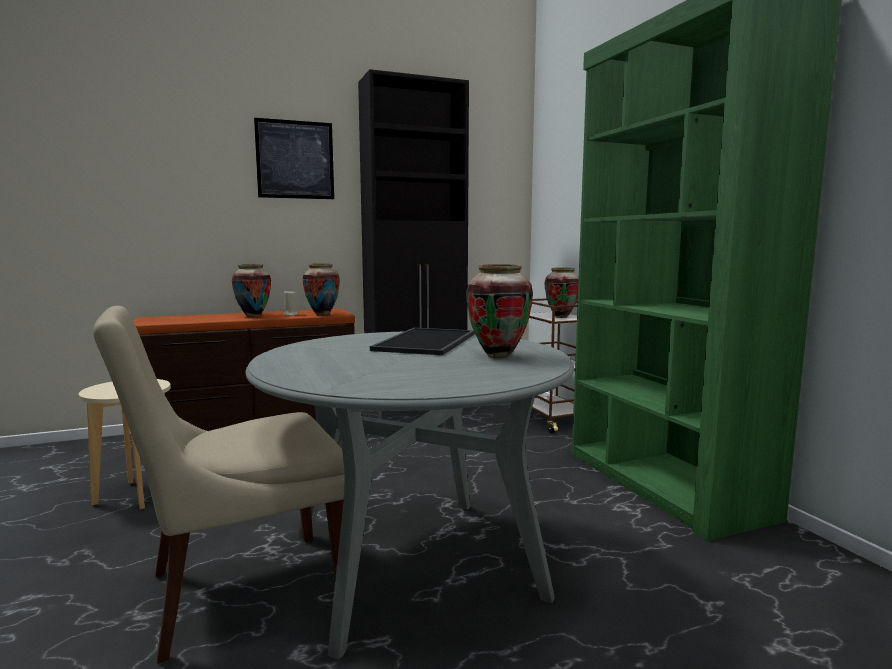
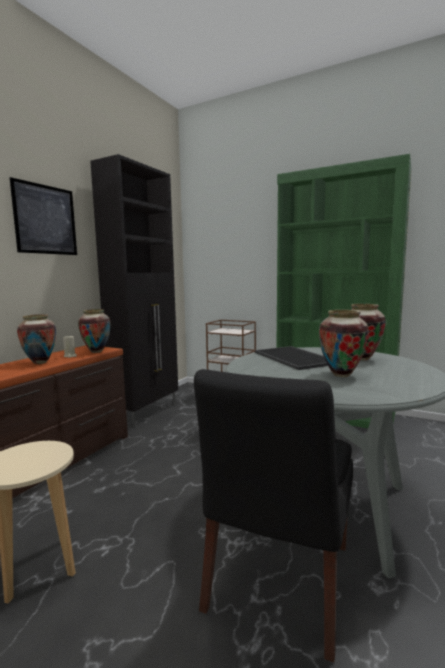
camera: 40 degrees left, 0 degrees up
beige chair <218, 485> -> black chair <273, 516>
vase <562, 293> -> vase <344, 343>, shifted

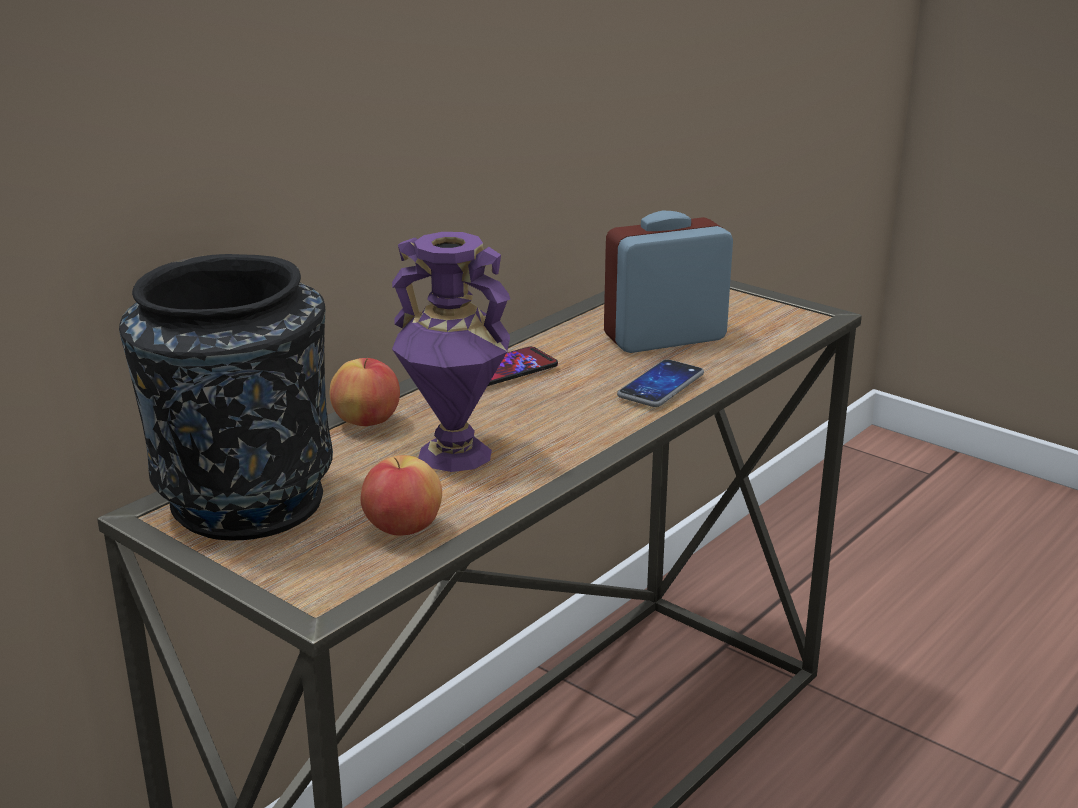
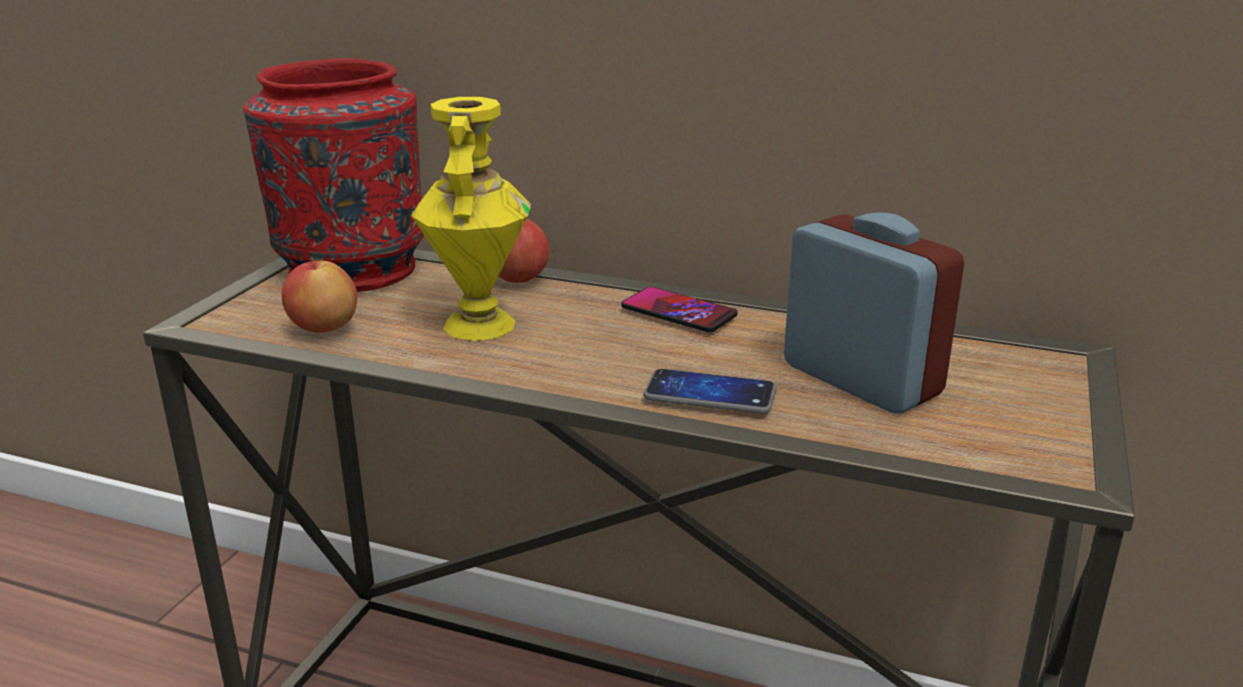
camera: 70 degrees right, 0 degrees up
black vase <226, 397> -> red vase <333, 175>
purple vase <451, 352> -> yellow vase <471, 219>

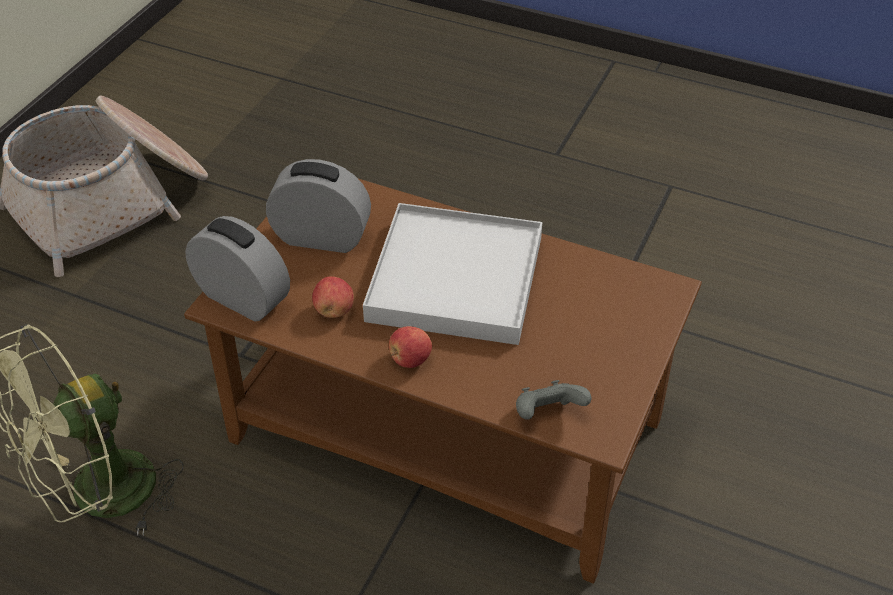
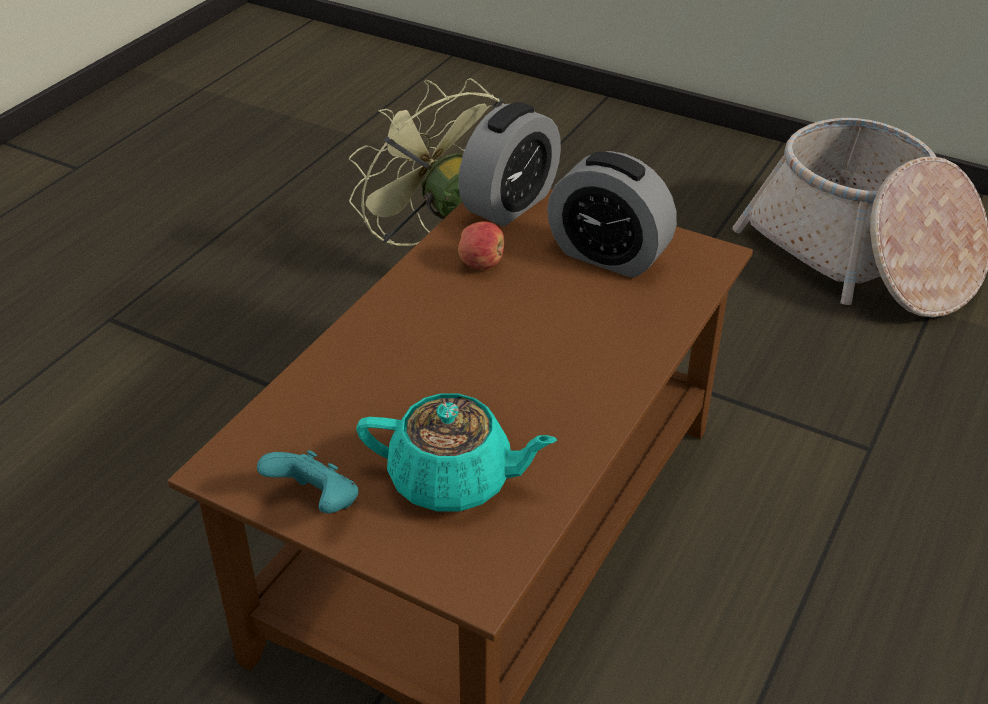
camera: 95 degrees right, 5 degrees down
alarm clock <318, 206> -> alarm clock <612, 214>, 105 degrees clockwise
white tray <452, 274> -> none
apple <410, 347> -> none
grey game controller <553, 400> -> none
none -> turquoise game controller <307, 481>
none -> turquoise teapot <457, 452>

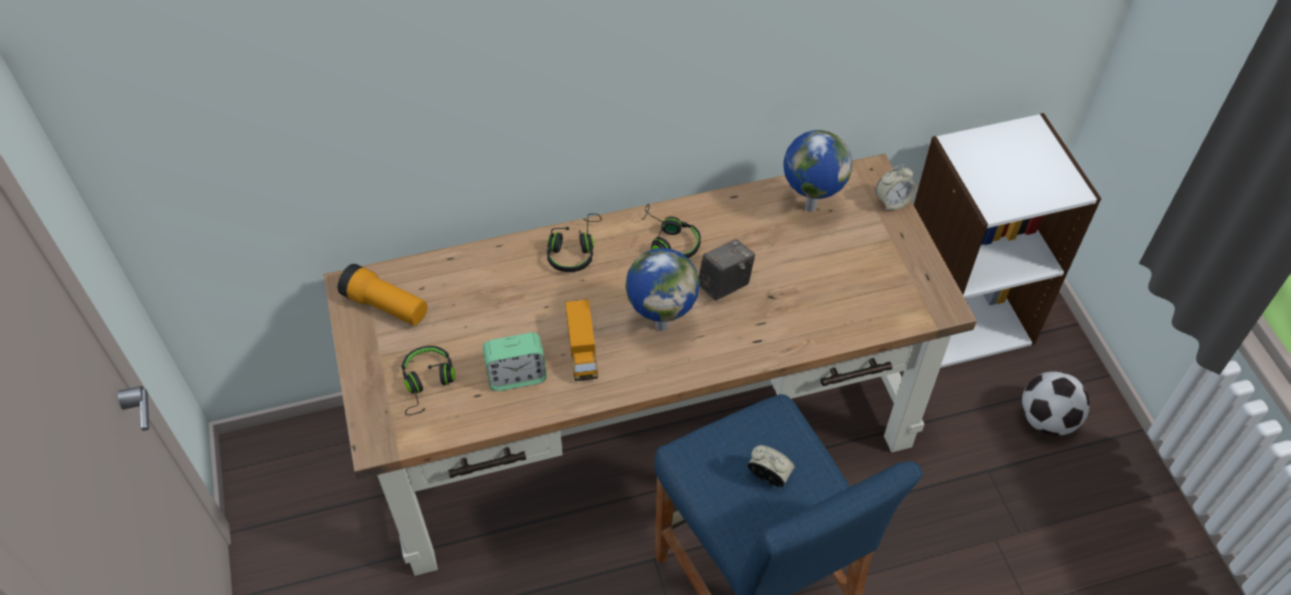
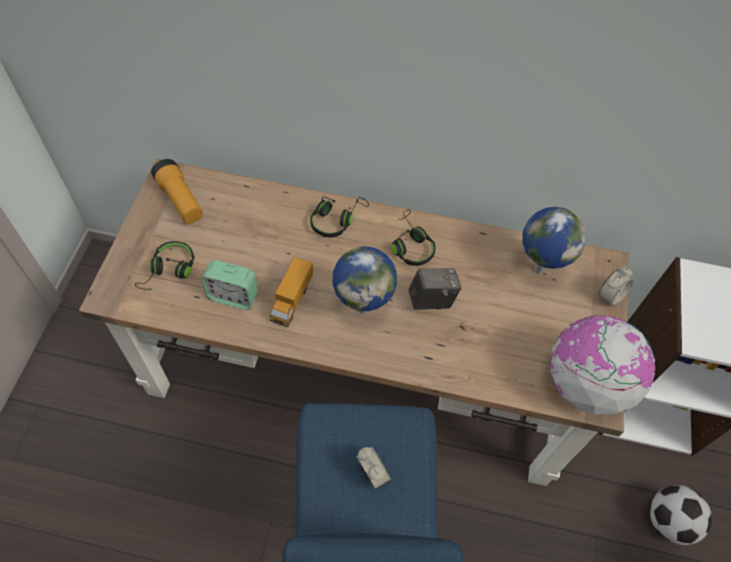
camera: 25 degrees right, 5 degrees up
alarm clock <896, 188> -> alarm clock <616, 287>, 45 degrees counterclockwise
none -> globe <602, 365>

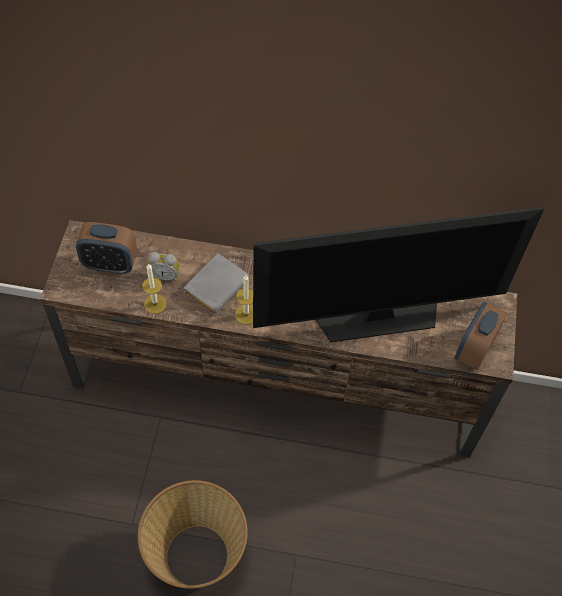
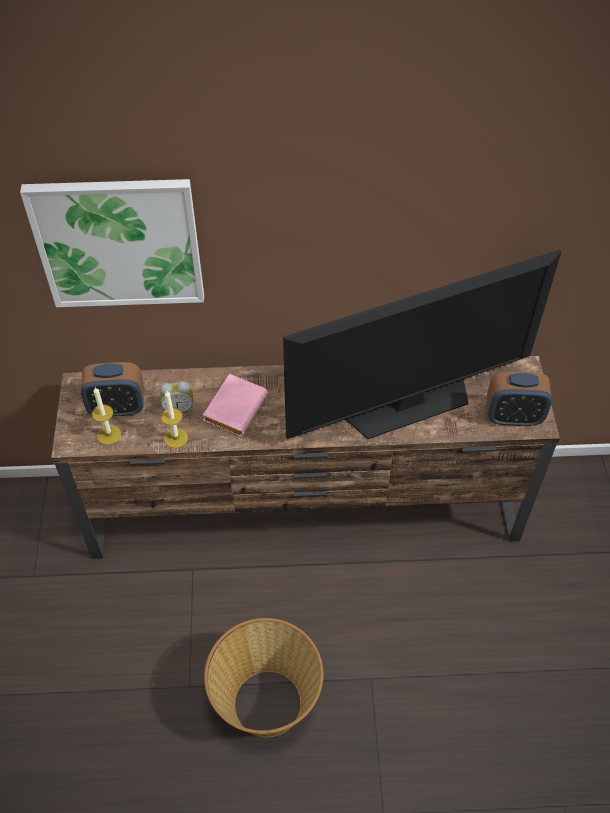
camera: 10 degrees left, 5 degrees down
grey book <216, 284> -> pink book <235, 405>
candle <244, 299> -> candle <106, 416>, shifted
alarm clock <481, 336> -> alarm clock <519, 399>, 105 degrees counterclockwise
none -> picture <112, 243>

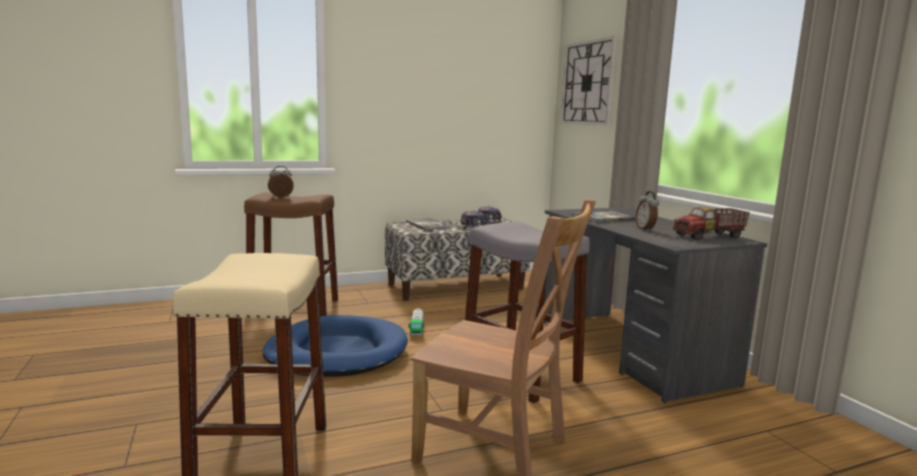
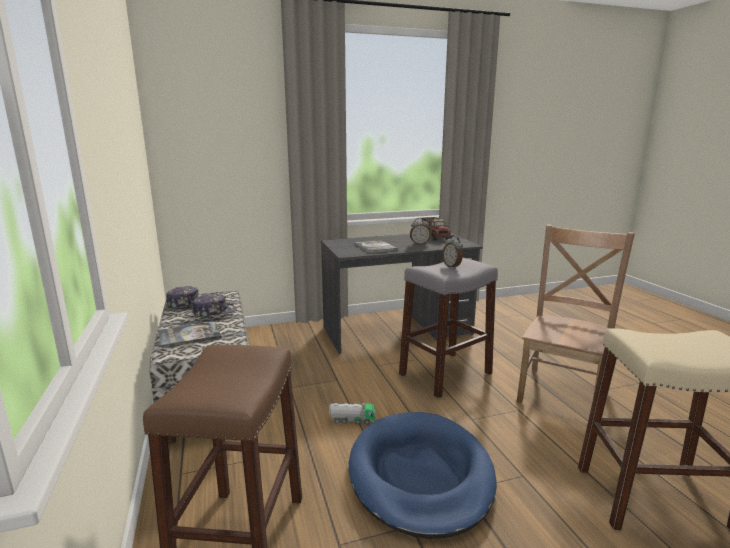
camera: 85 degrees left, 5 degrees up
alarm clock <281, 182> -> alarm clock <452, 252>, shifted
wall clock <589, 80> -> none

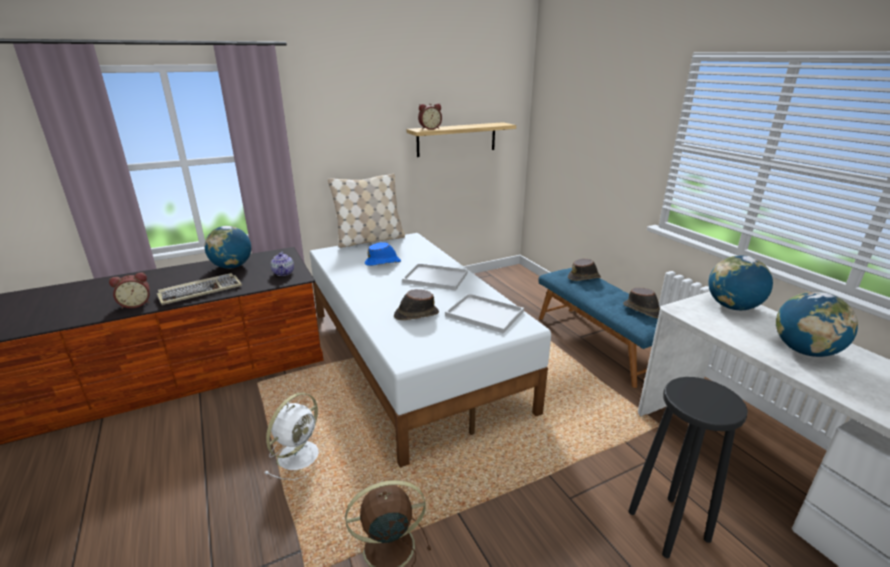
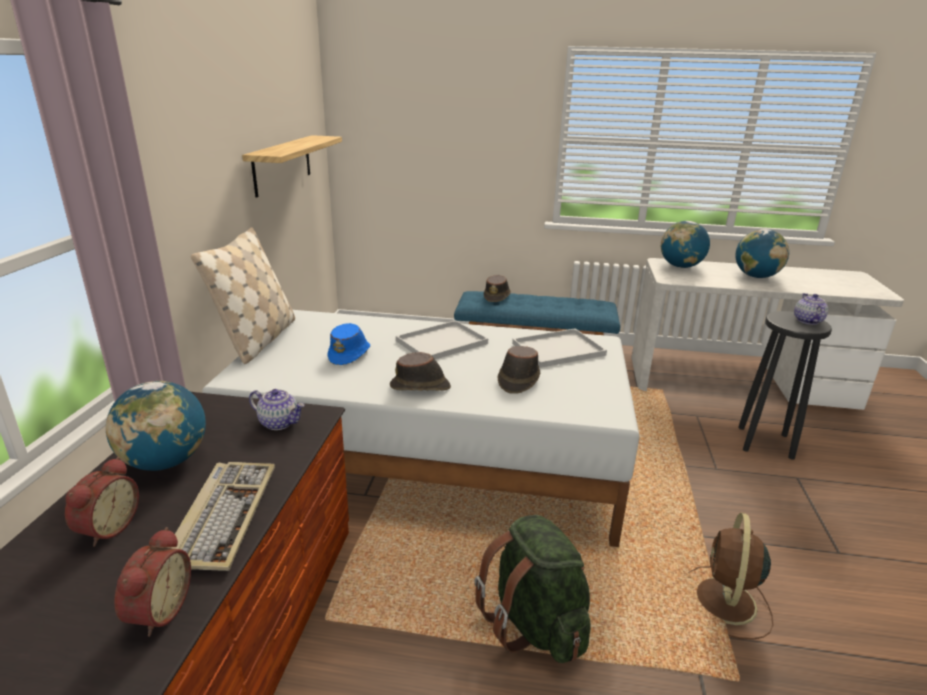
camera: 55 degrees left, 0 degrees up
white fan <291, 436> -> green backpack <532, 589>
alarm clock <430, 116> -> alarm clock <102, 501>, shifted
brown hat <641, 303> -> brown hat <420, 371>, shifted
none -> teapot <811, 309>

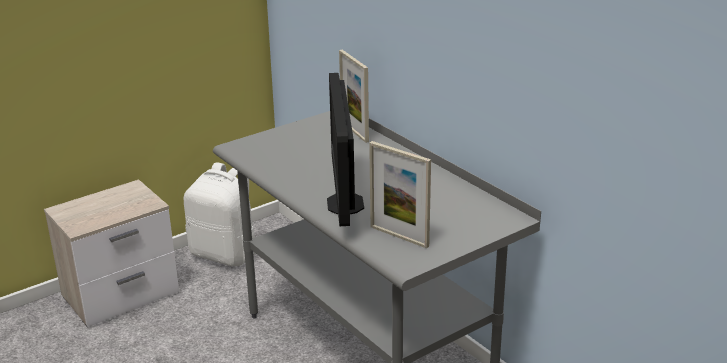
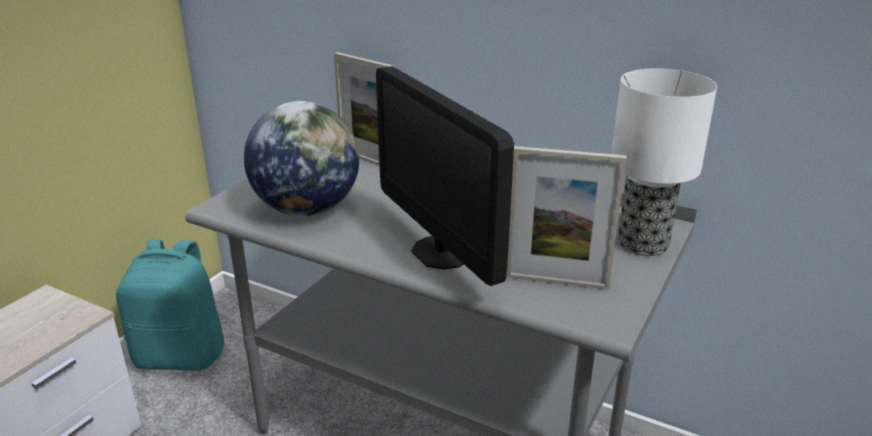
camera: 25 degrees left, 0 degrees up
white backpack <221, 214> -> turquoise backpack <170, 304>
none -> globe <301, 158>
none -> table lamp <664, 162>

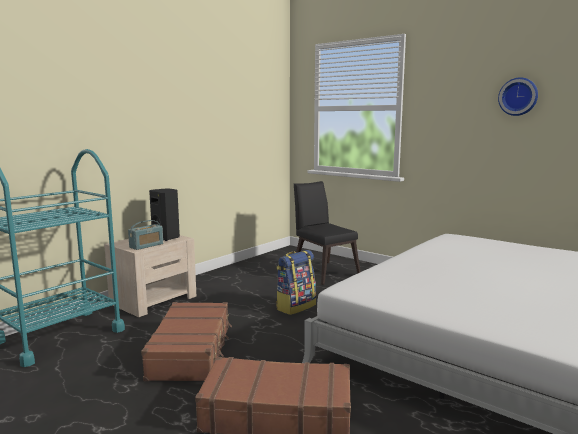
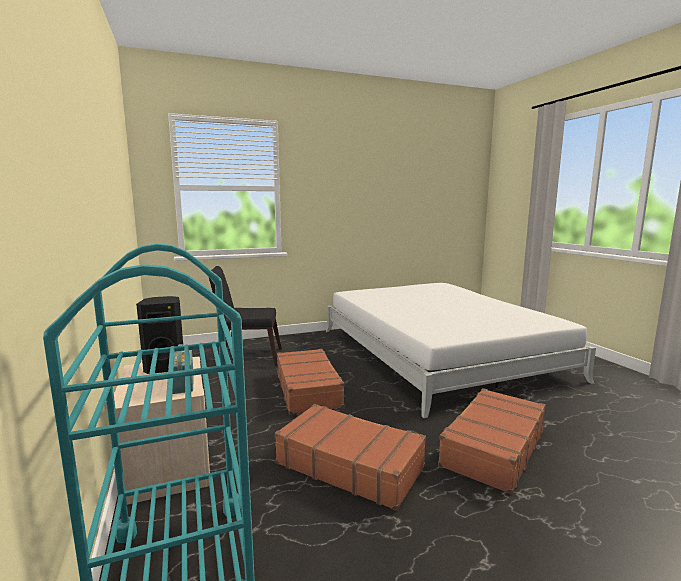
camera: 60 degrees left, 0 degrees up
backpack <296, 282> -> brown suitcase <311, 381>
wall clock <518, 96> -> none

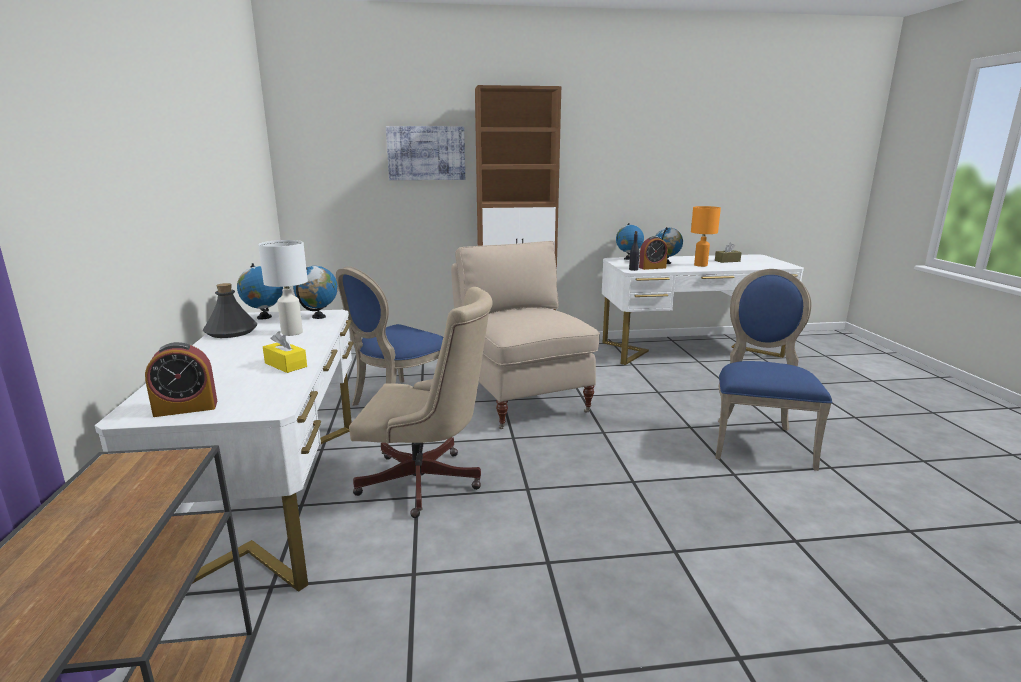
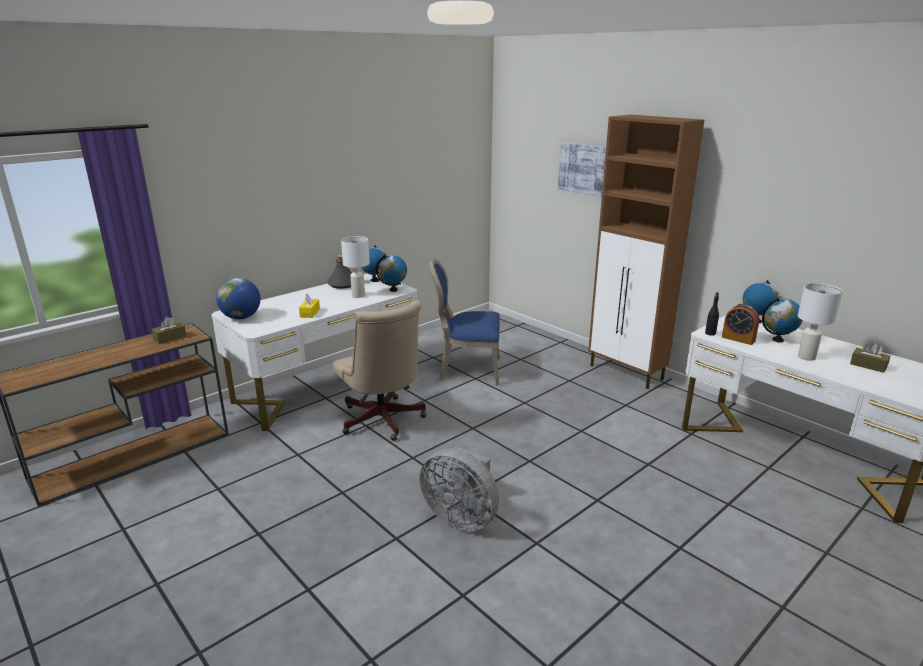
camera: 55 degrees right, 5 degrees up
alarm clock <181, 379> -> globe <238, 298>
beige chair <525, 335> -> none
orange table lamp <706, 236> -> white table lamp <820, 322>
blue chair <773, 370> -> none
none -> brown tissue box <168, 330>
none -> grey fan <459, 489>

